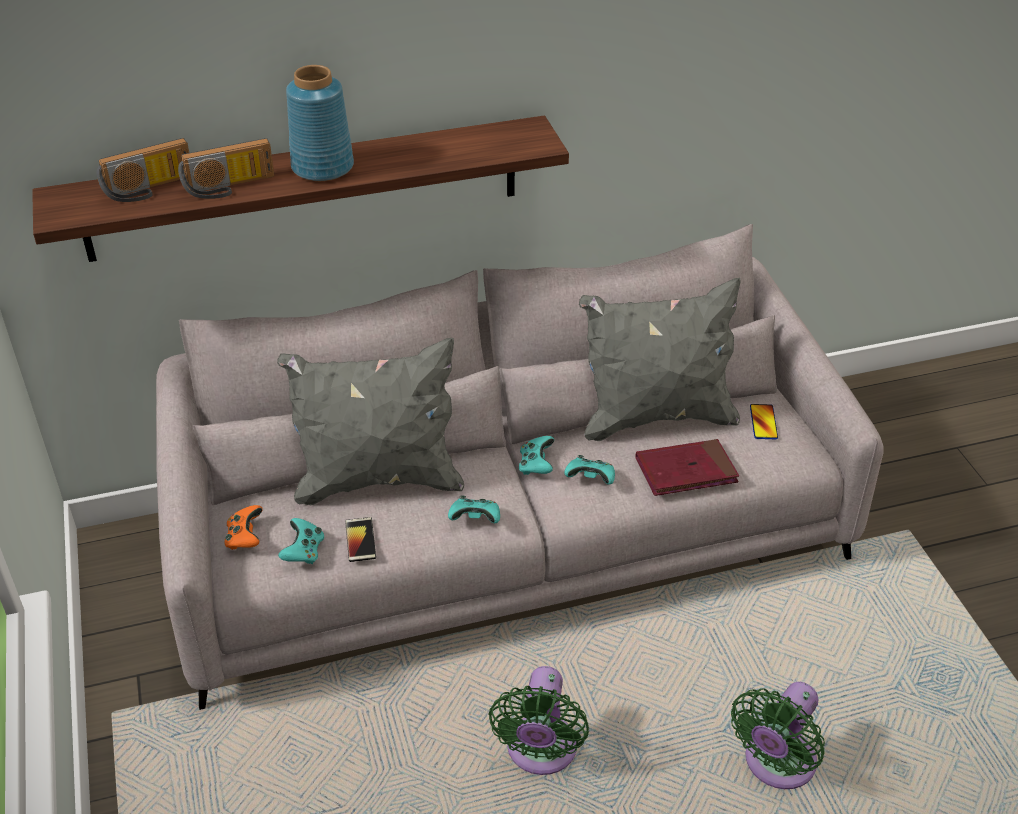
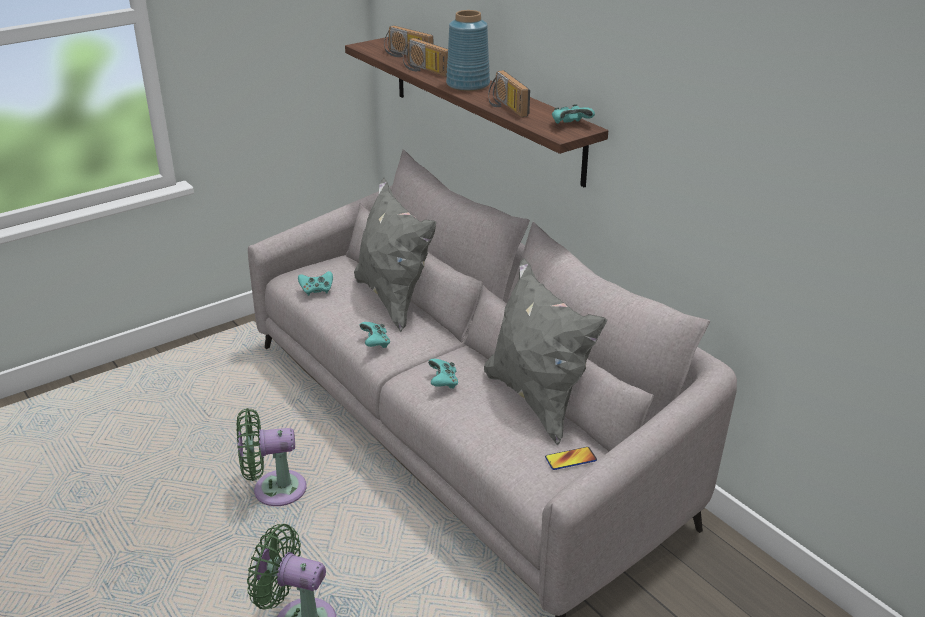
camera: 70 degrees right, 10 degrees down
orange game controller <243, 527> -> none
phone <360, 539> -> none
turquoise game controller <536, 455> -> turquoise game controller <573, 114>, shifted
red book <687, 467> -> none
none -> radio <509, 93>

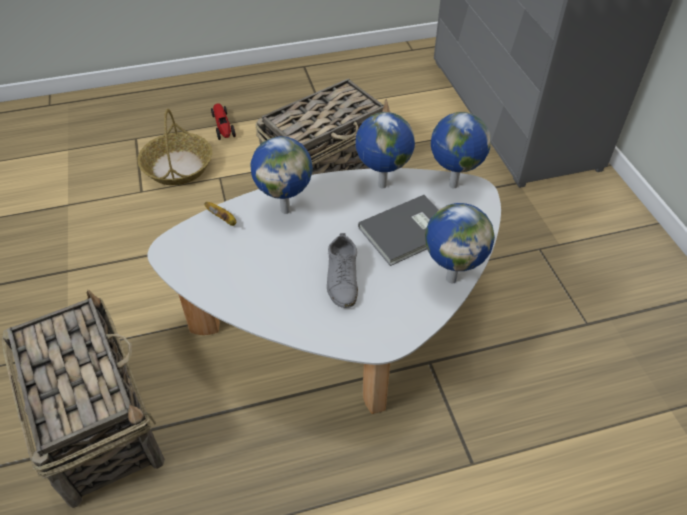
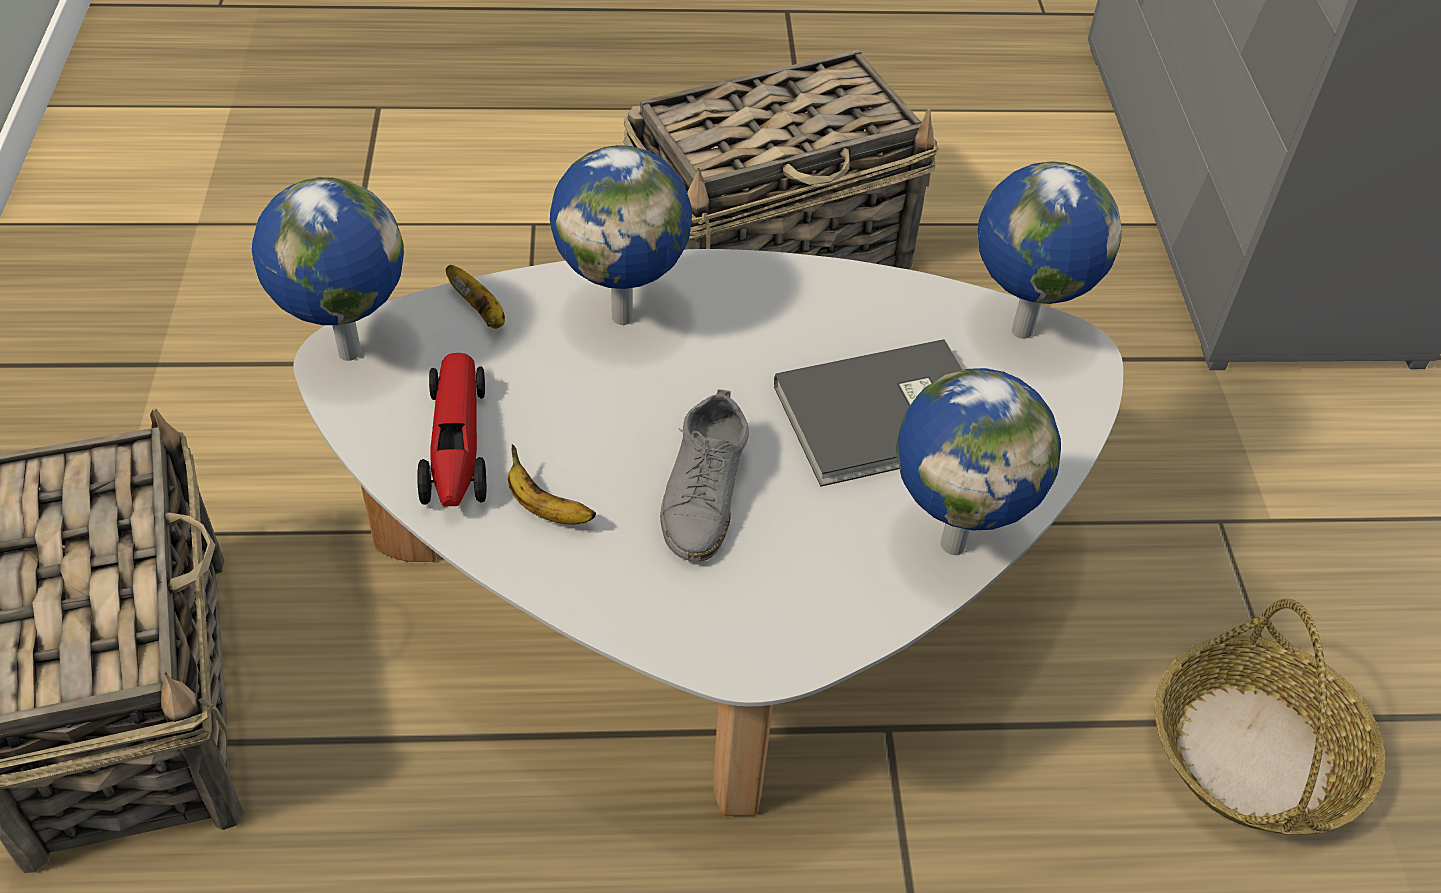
camera: 10 degrees right, 0 degrees up
basket <174, 147> -> basket <1270, 717>, shifted
toy car <223, 121> -> toy car <451, 430>, shifted
globe <385, 150> -> globe <328, 269>, shifted
none -> banana <552, 484>

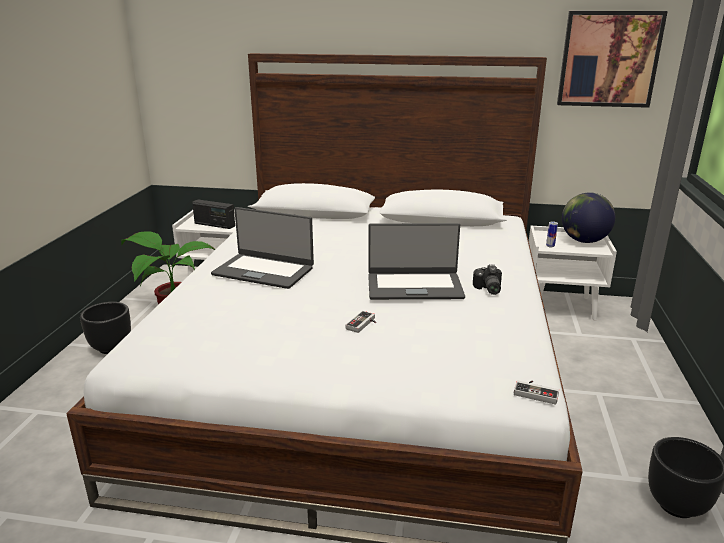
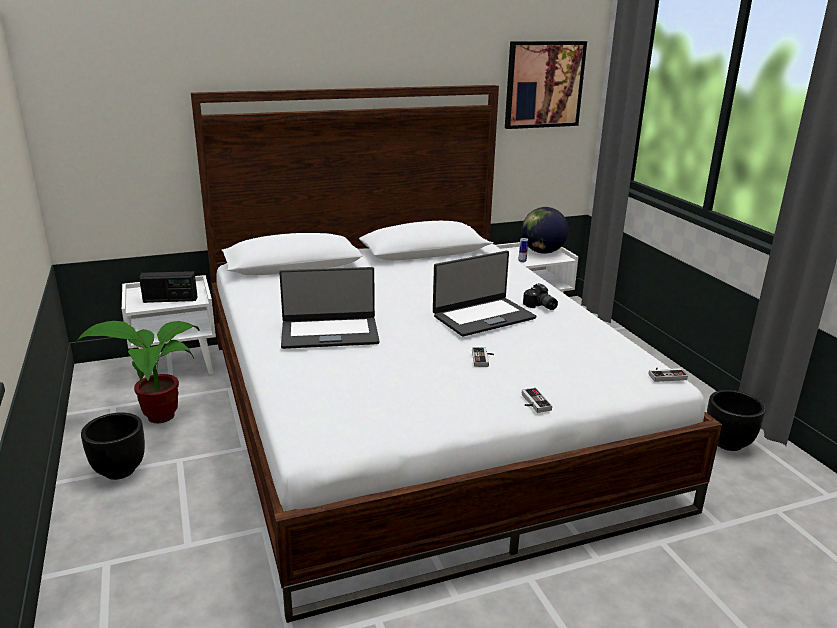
camera: 30 degrees left, 0 degrees up
none -> game controller <537, 400>

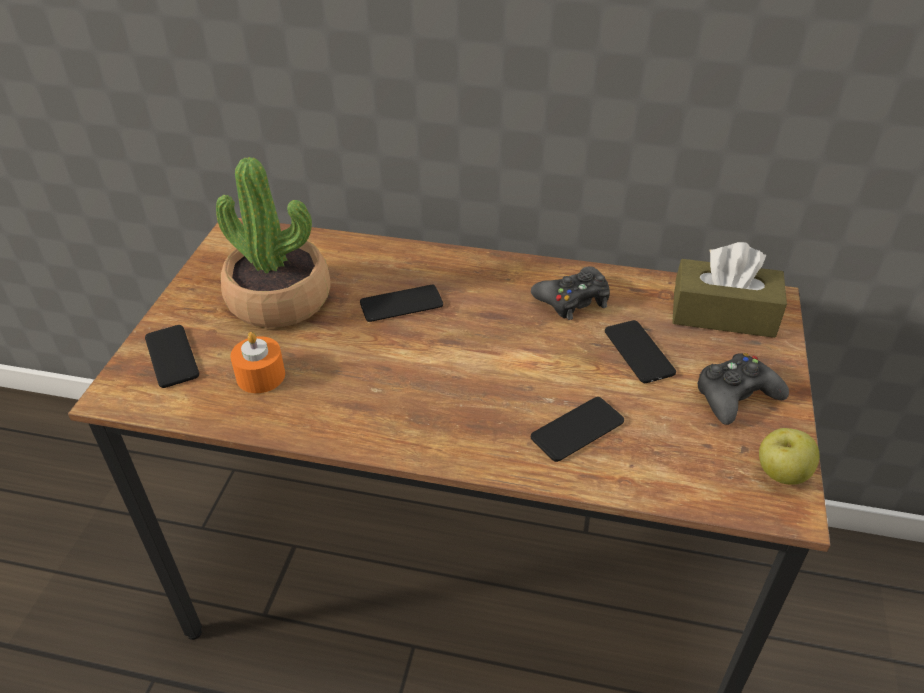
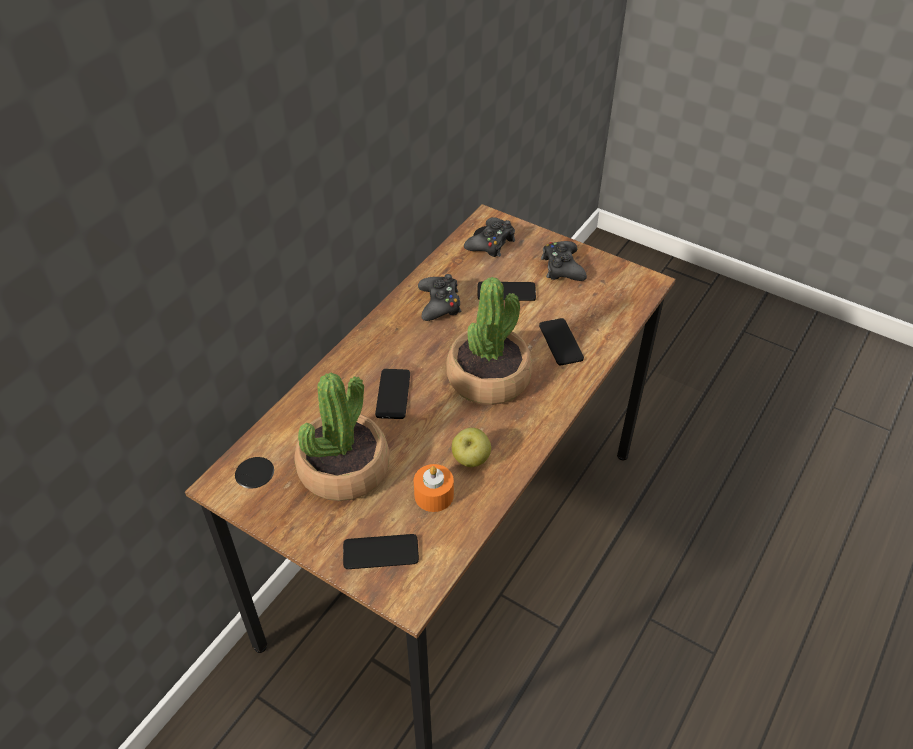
camera: 70 degrees left, 5 degrees up
brown tissue box <729, 290> -> black game controller <489, 237>
apple <789, 456> -> apple <471, 447>, shifted
none -> potted plant <489, 341>

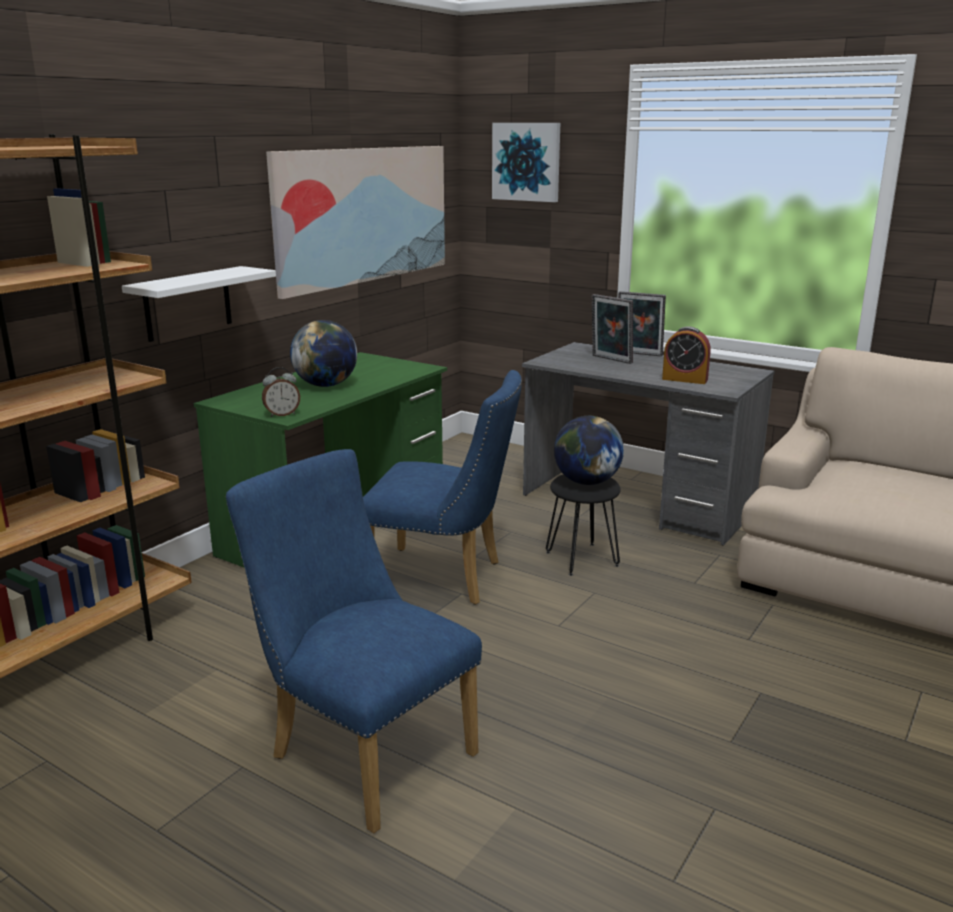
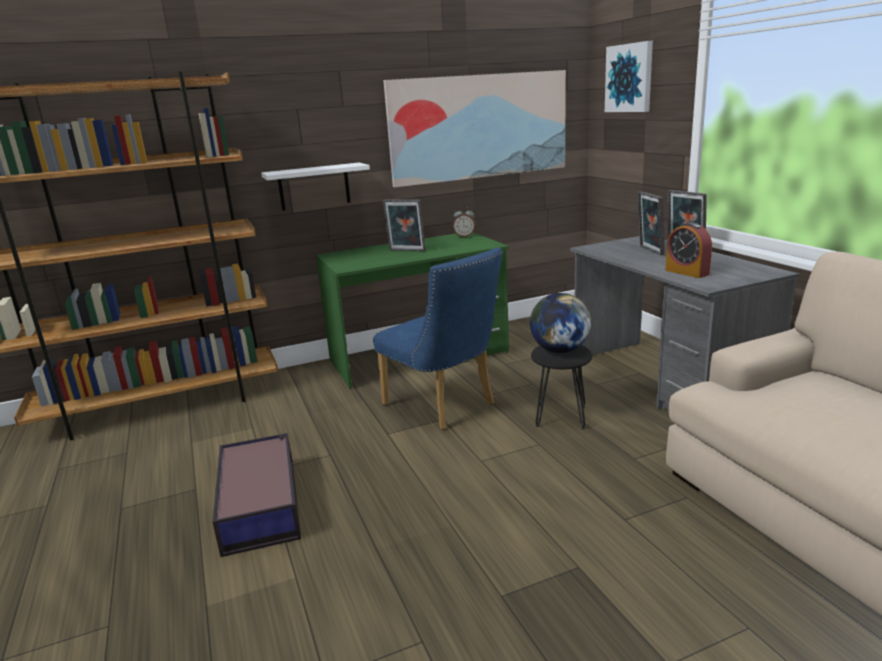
camera: 35 degrees right, 0 degrees up
blue chair <354, 641> -> storage box <257, 495>
alarm clock <281, 392> -> alarm clock <464, 222>, shifted
globe <323, 353> -> picture frame <404, 225>

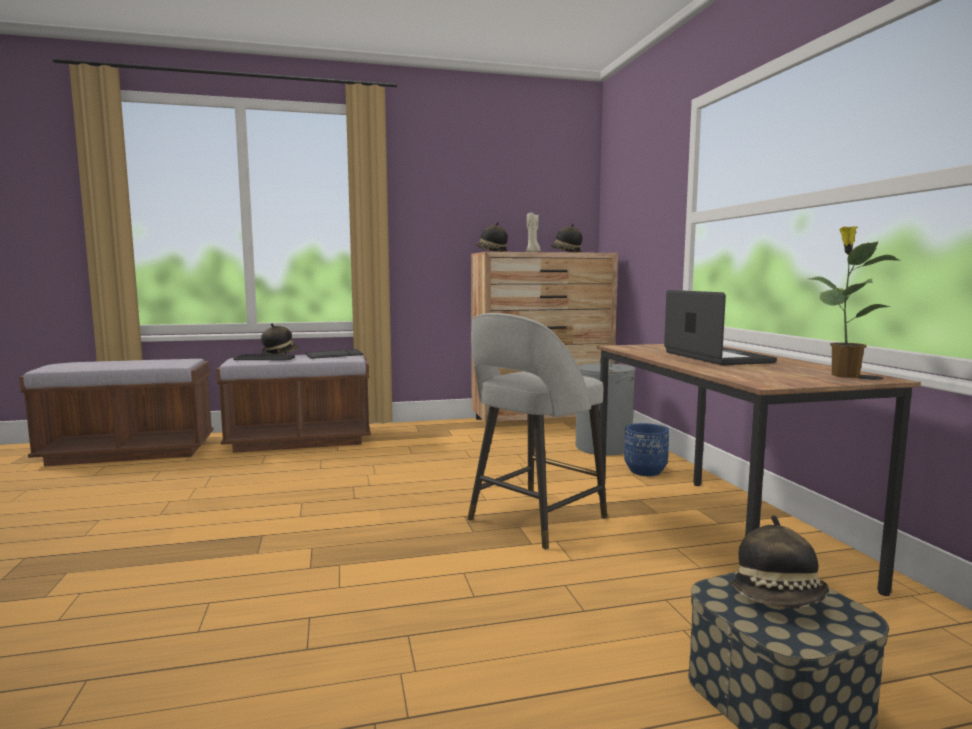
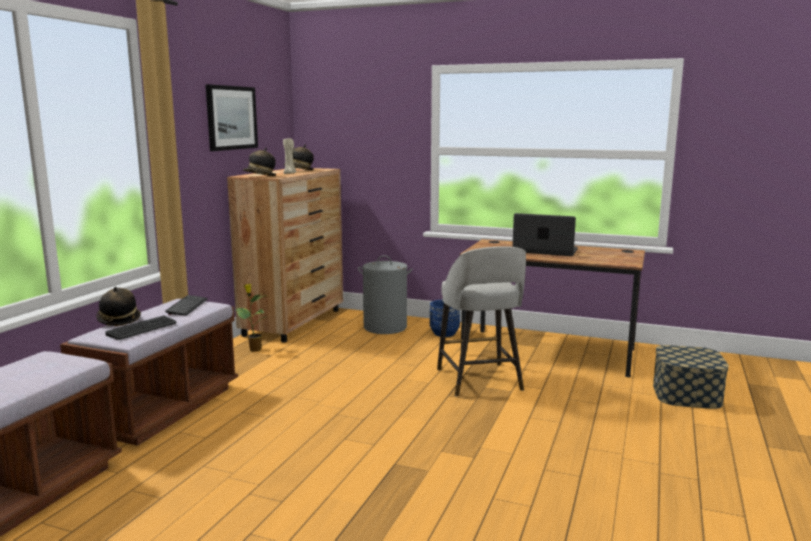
camera: 55 degrees left, 5 degrees up
hat <780, 561> -> none
potted plant <855, 302> -> potted plant <251, 318>, shifted
none -> picture <232, 117>

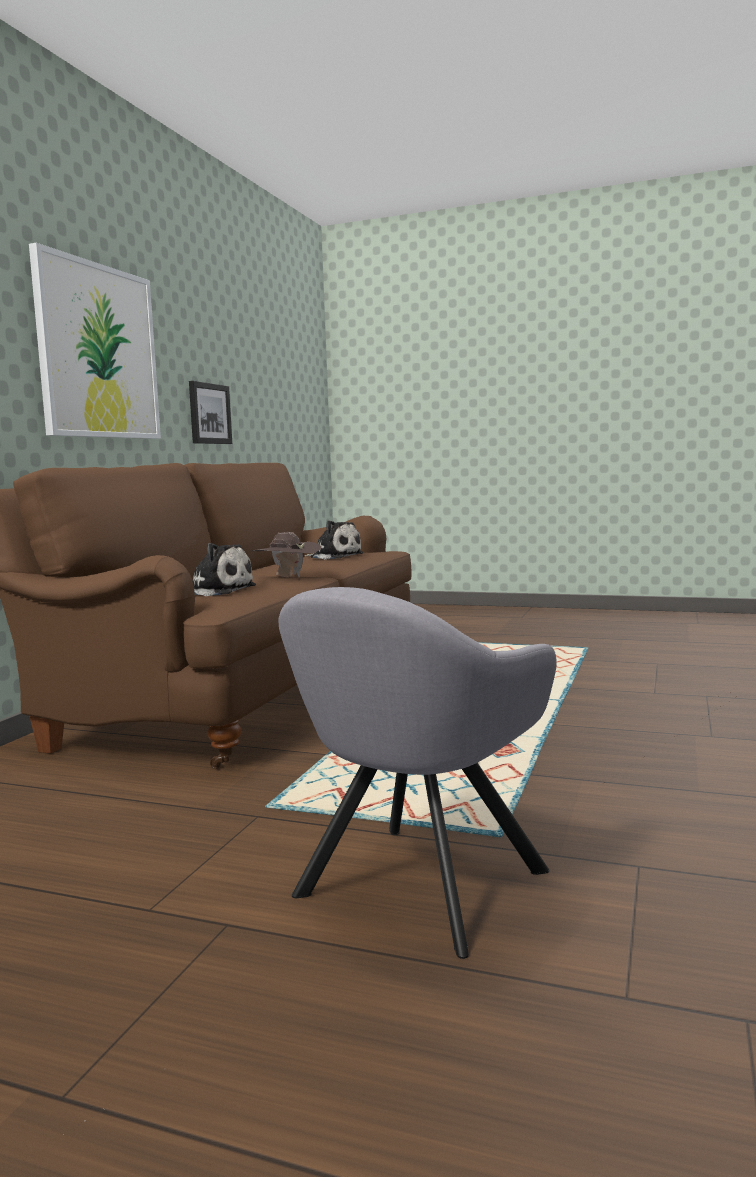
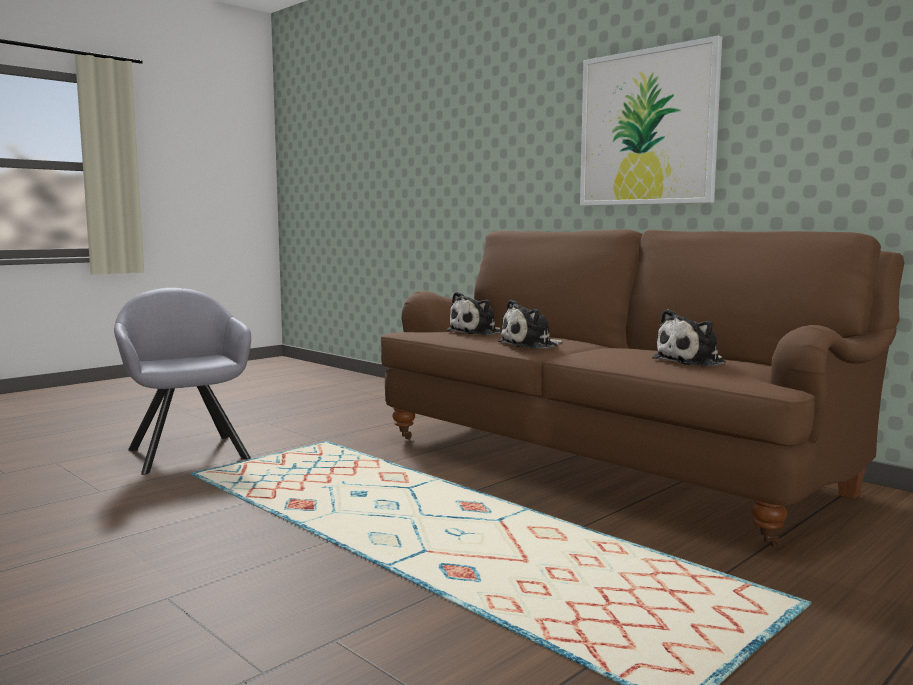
camera: 115 degrees right, 0 degrees up
picture <210, 412> -> none
brown hat <287, 555> -> plush toy <530, 324>

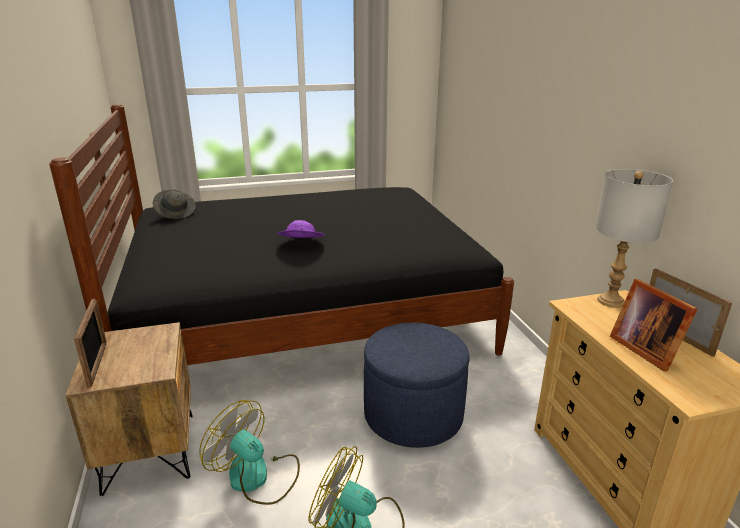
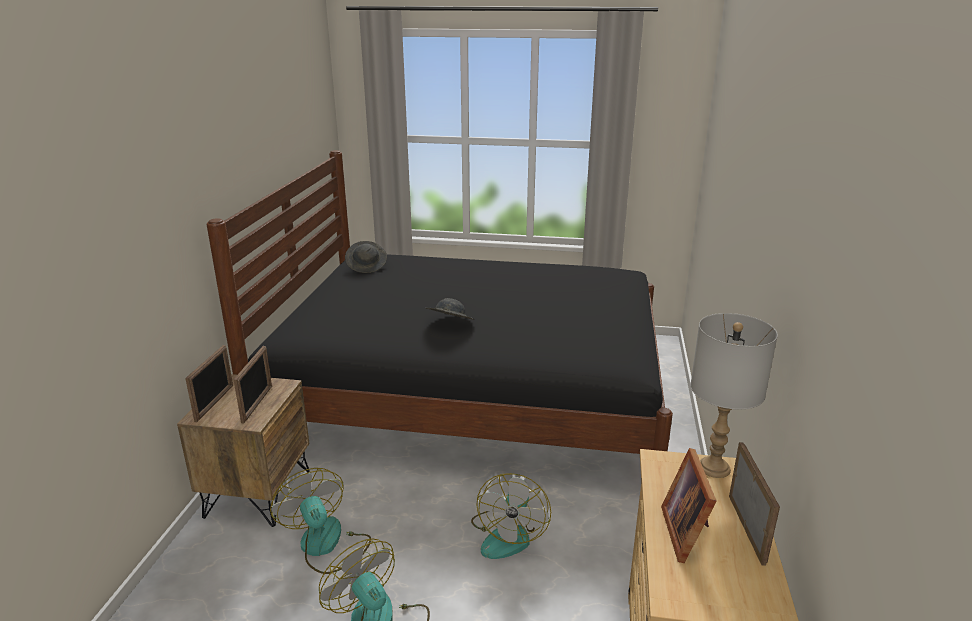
camera: 25 degrees right, 0 degrees up
purple hat <300, 229> -> grey hat <449, 309>
blue ottoman <416, 385> -> fan <511, 516>
none -> picture frame <252, 384>

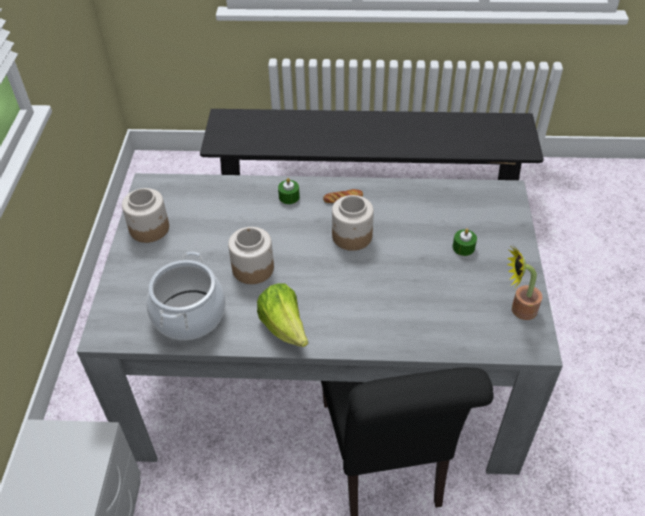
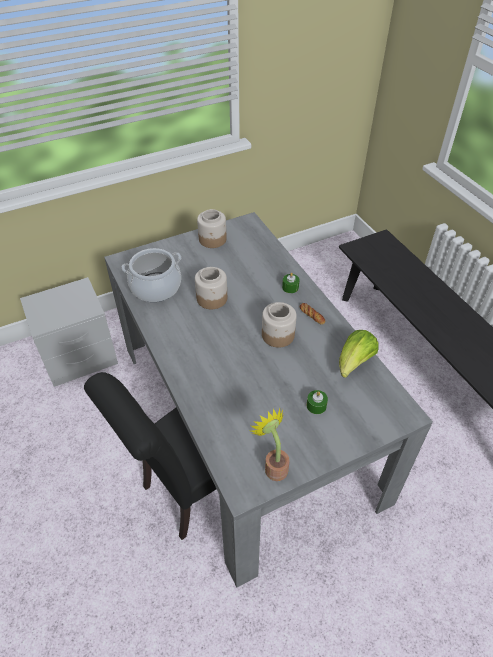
camera: 60 degrees right, 0 degrees up
lettuce <282, 315> -> lettuce <359, 354>, shifted

